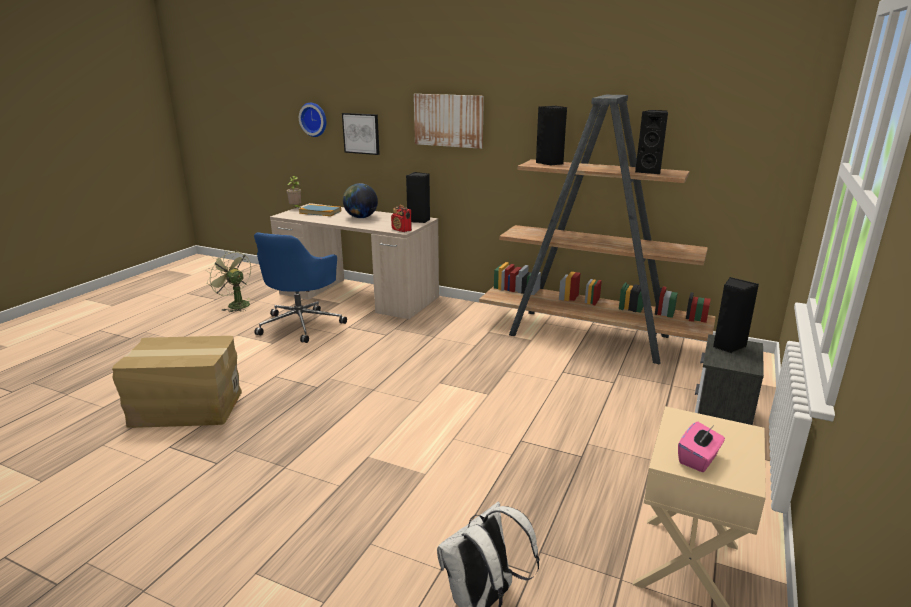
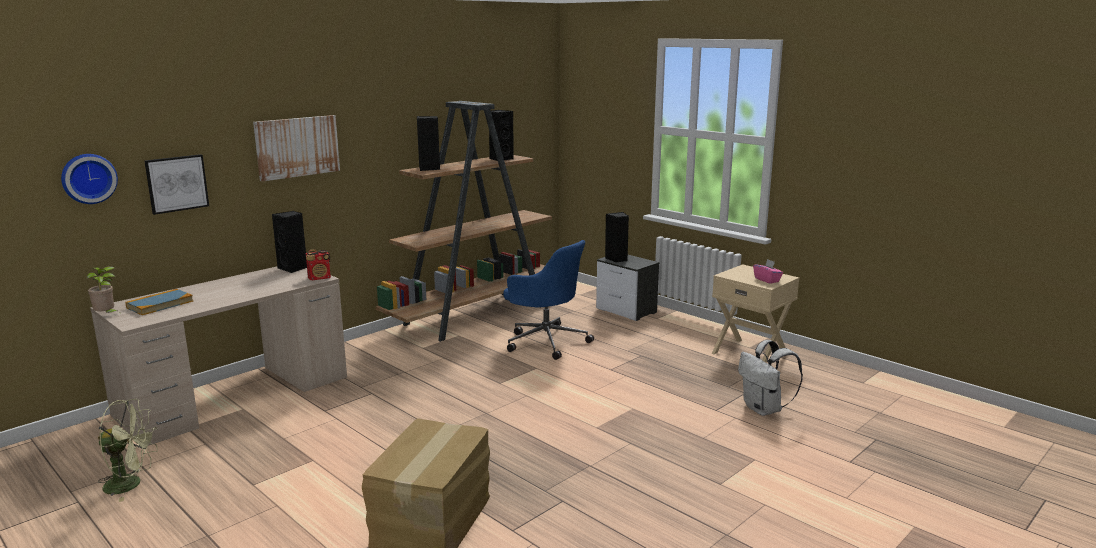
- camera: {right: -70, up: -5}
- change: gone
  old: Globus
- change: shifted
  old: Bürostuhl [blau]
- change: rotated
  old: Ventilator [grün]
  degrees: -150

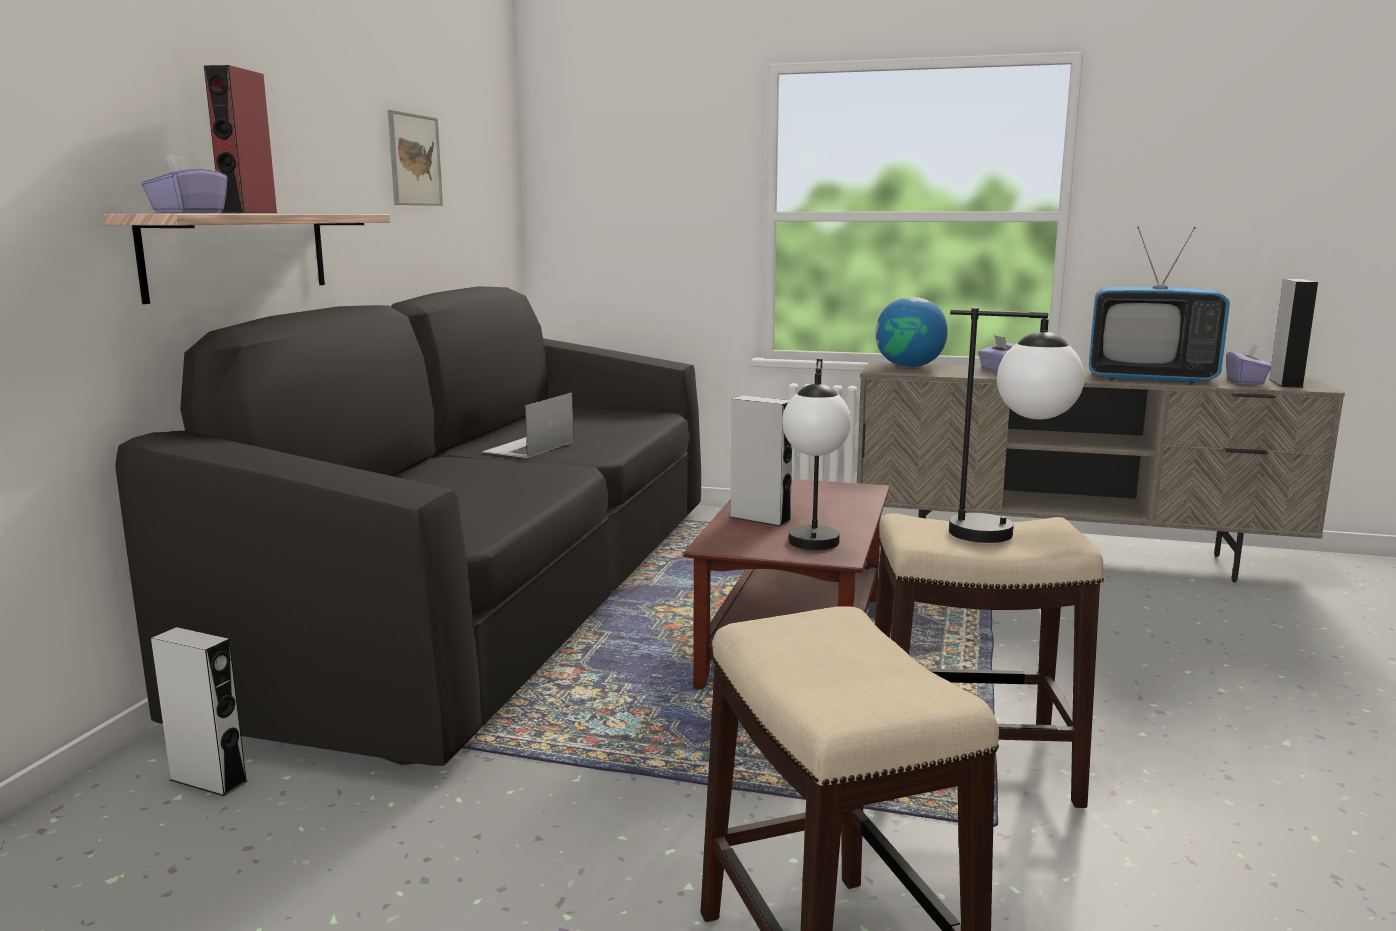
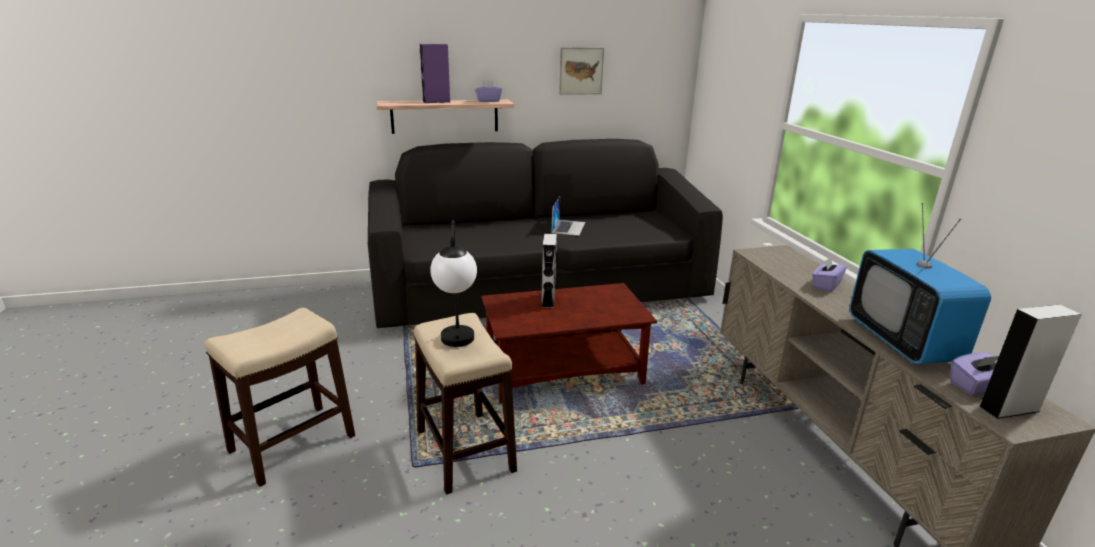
- camera: {right: 60, up: 10}
- change: gone
  old: Lautsprecher [grau] (no. 1 from left)
- change: gone
  old: Tischlampe (no. 1 from left)
- change: gone
  old: Globus
- change: shifted
  old: Taschentuchbox [lila] (no. 1 from left)
- change: repainted
  old: Lautsprecher [rot]
  new: Lautsprecher [lila]
- change: rotated
  old: Laptop
  degrees: 105

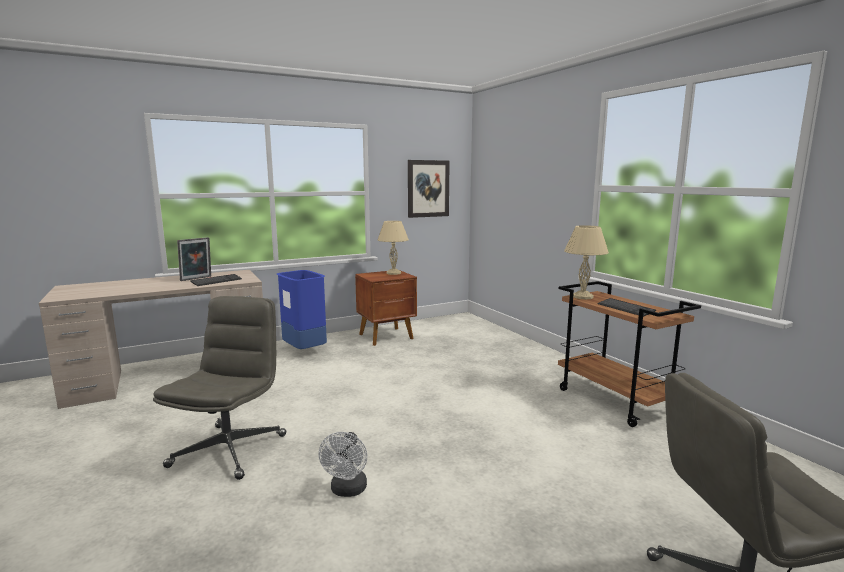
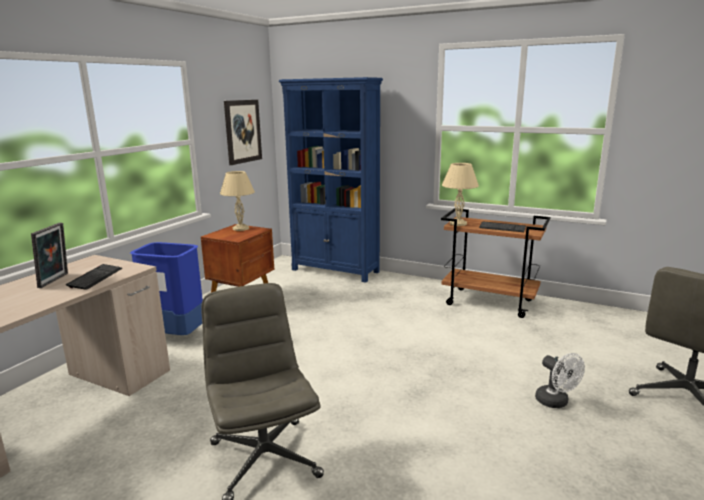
- camera: {right: -35, up: 5}
- change: new
  new: Bücherregal [blau]
- change: shifted
  old: Ventilator [weiß]

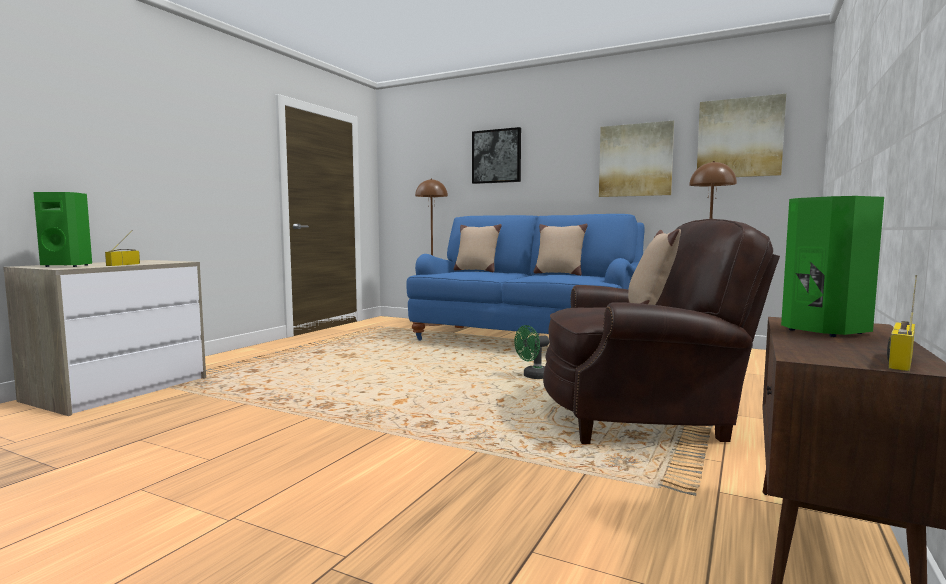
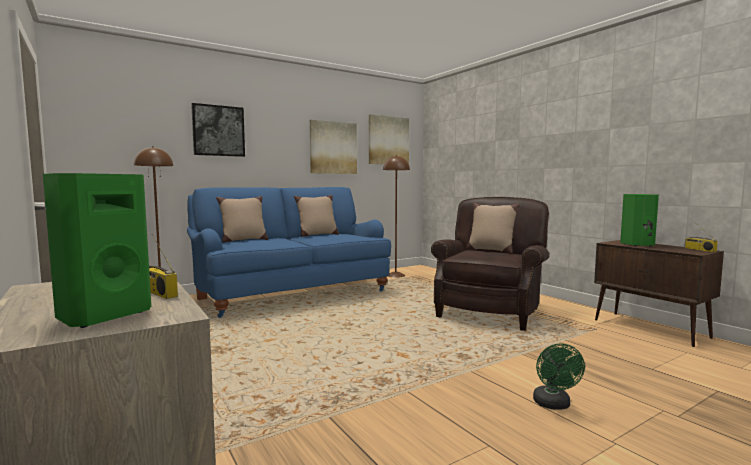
- camera: {right: -60, up: 0}
- change: shifted
  old: Ventilator [grün]

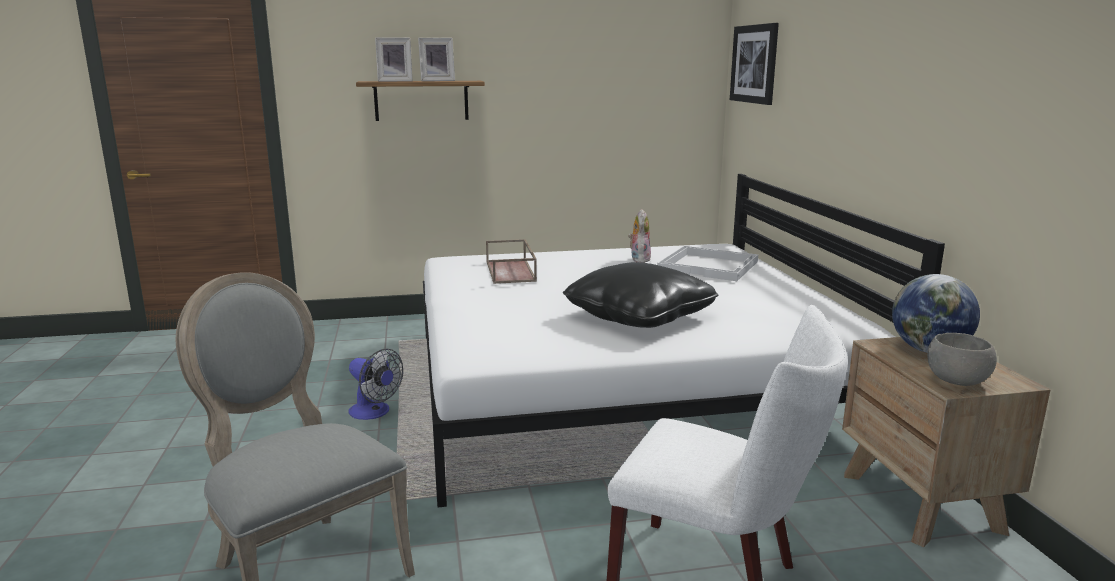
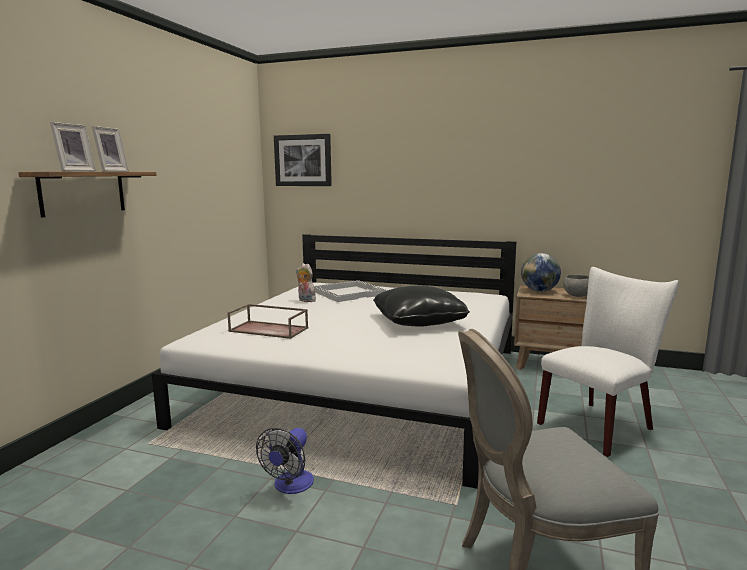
- camera: {right: -60, up: -5}
- change: rotated
  old: Ventilator
  degrees: 135

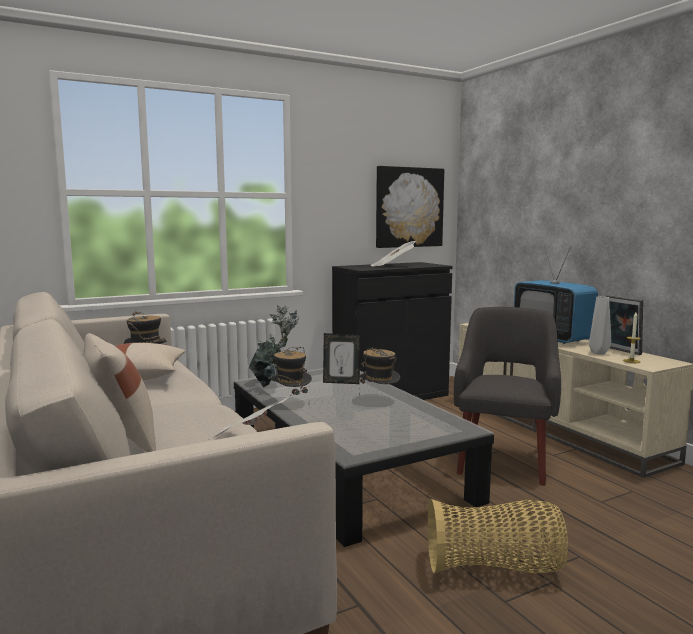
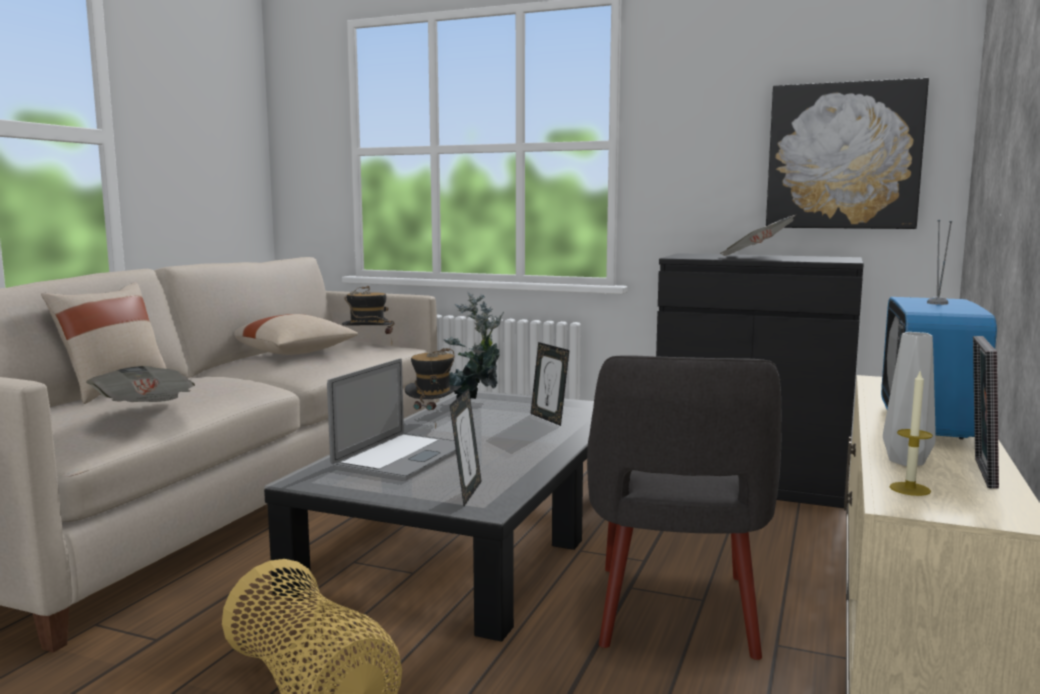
- camera: {right: 50, up: 0}
- change: gone
  old: Hut (no. 3 from left)
- change: new
  new: Laptop
- change: new
  new: Bilderrahmen (no. 1 from left)
- change: rotated
  old: Sessel [grau]
  degrees: 120

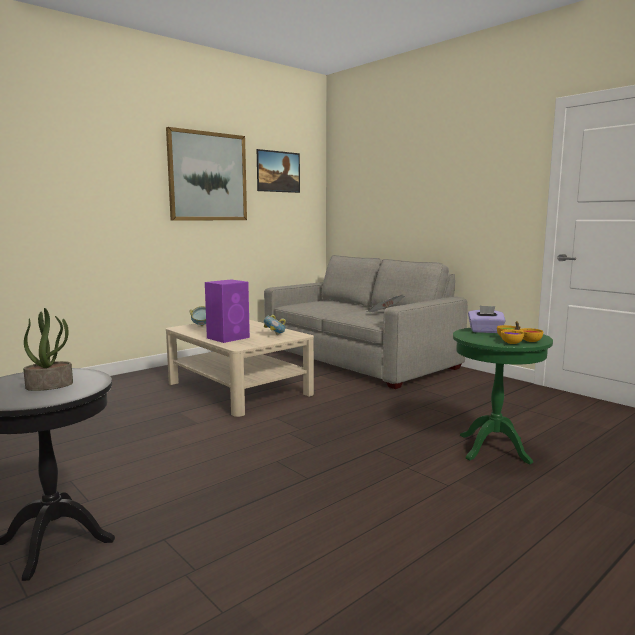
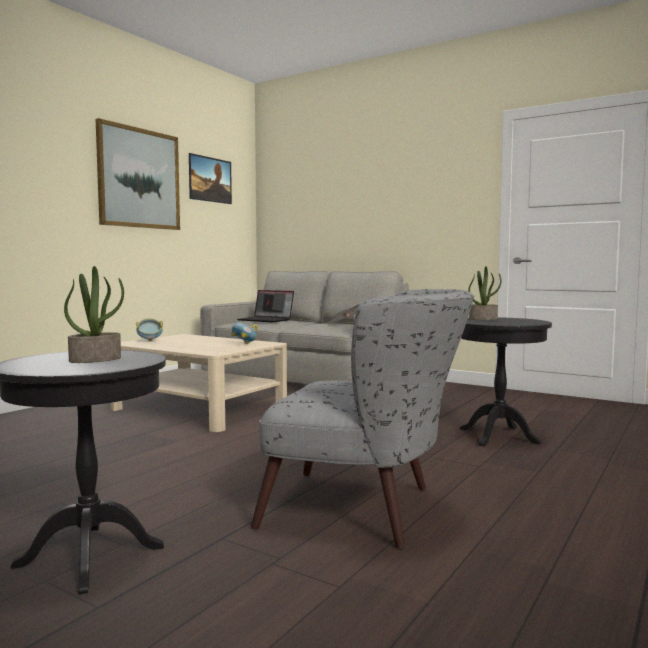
- camera: {right: -15, up: -5}
- change: gone
  old: Lautsprecher [lila]
- change: gone
  old: Schüssel (no. 3 from left)
- change: new
  new: Laptop
- change: new
  new: Sessel [grau]
- change: swapped
  old: Taschentuchbox [lila]
  new: Topfpflanze (no. 2 from left)
- change: repainted
  old: Beistelltisch [grün]
  new: Beistelltisch [schwarz] (no. 2 from left)

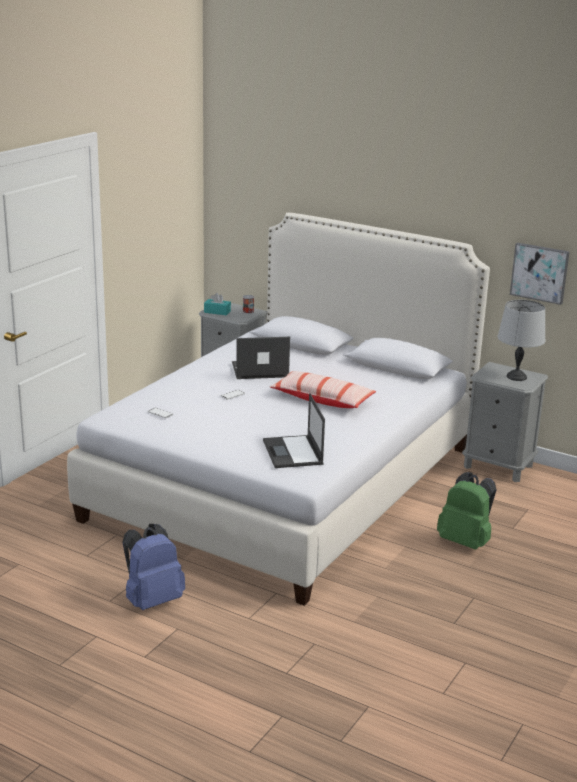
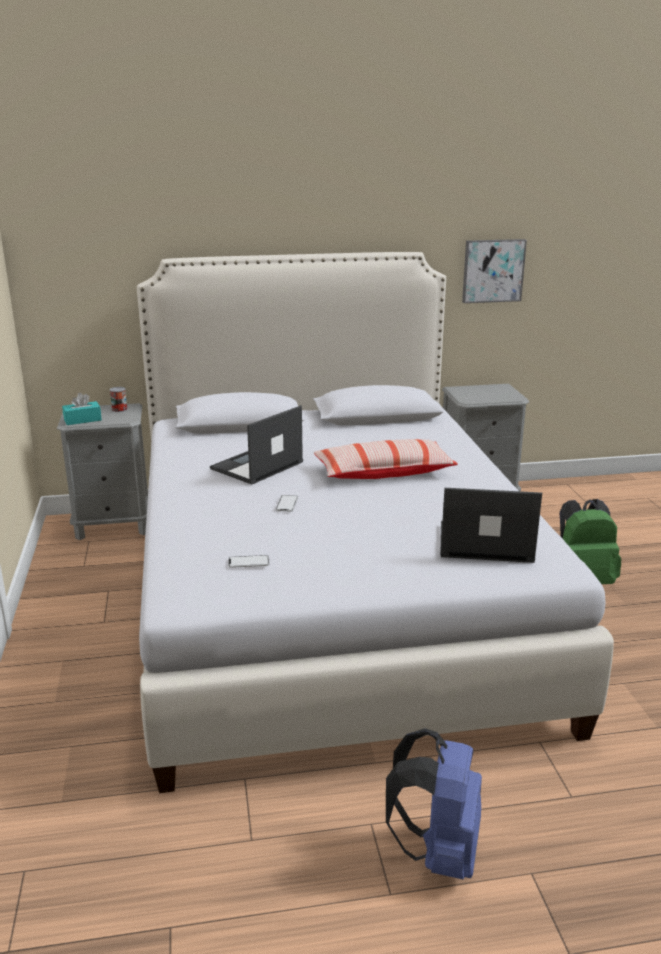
- camera: {right: -40, up: 0}
- change: gone
  old: Tischlampe [grau]
- change: rotated
  old: Laptop (no. 2 from left)
  degrees: 150

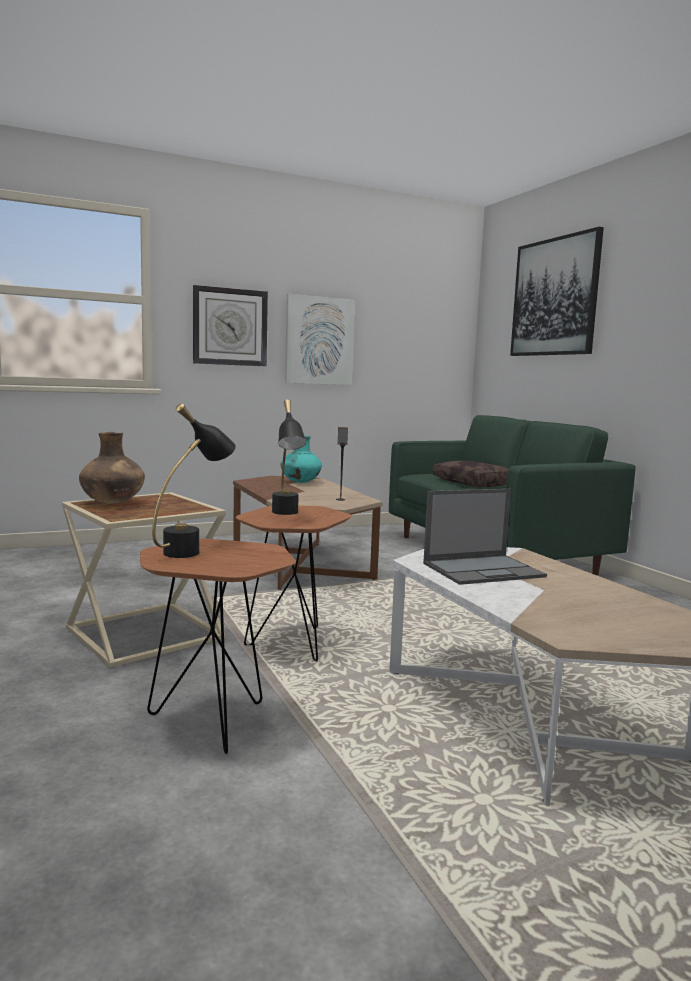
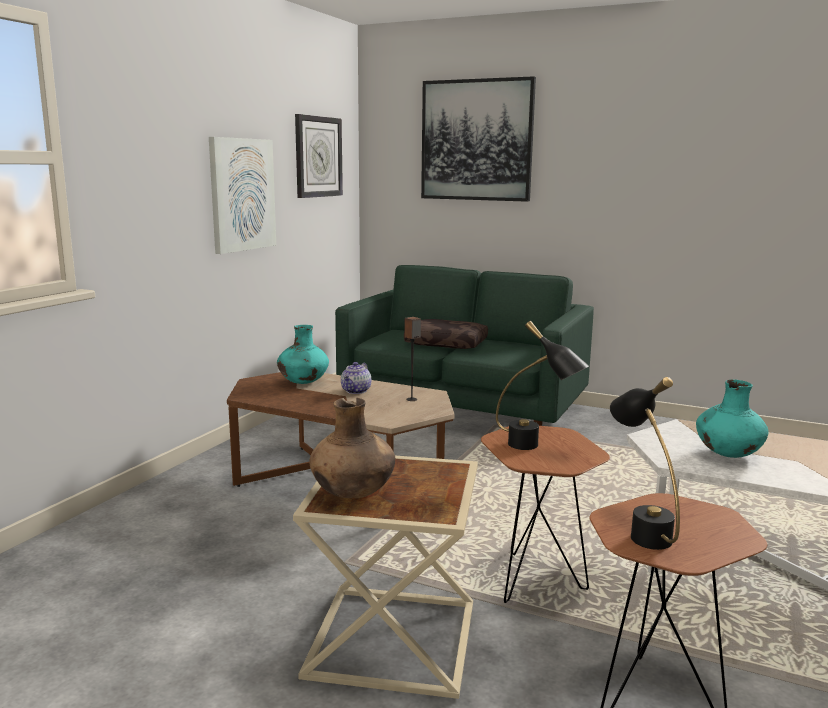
- camera: {right: -40, up: 5}
- change: new
  new: Teekanne
- change: shifted
  old: Wanduhr
- change: swapped
  old: Laptop
  new: Vase [türkis] (no. 2 from left)

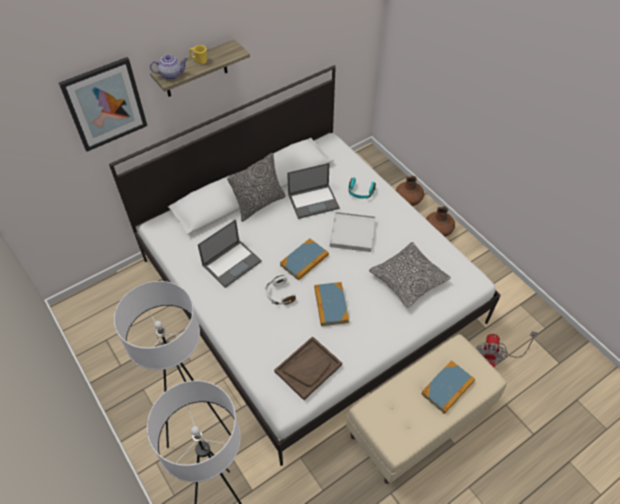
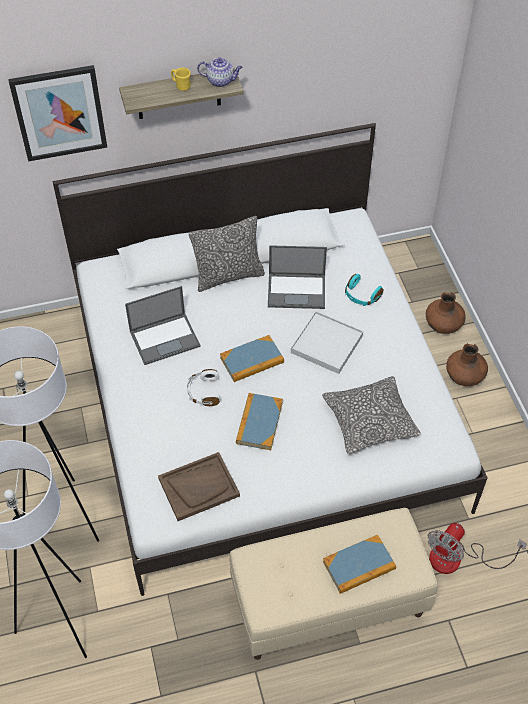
- camera: {right: 20, up: 0}
- change: shifted
  old: Teekanne

